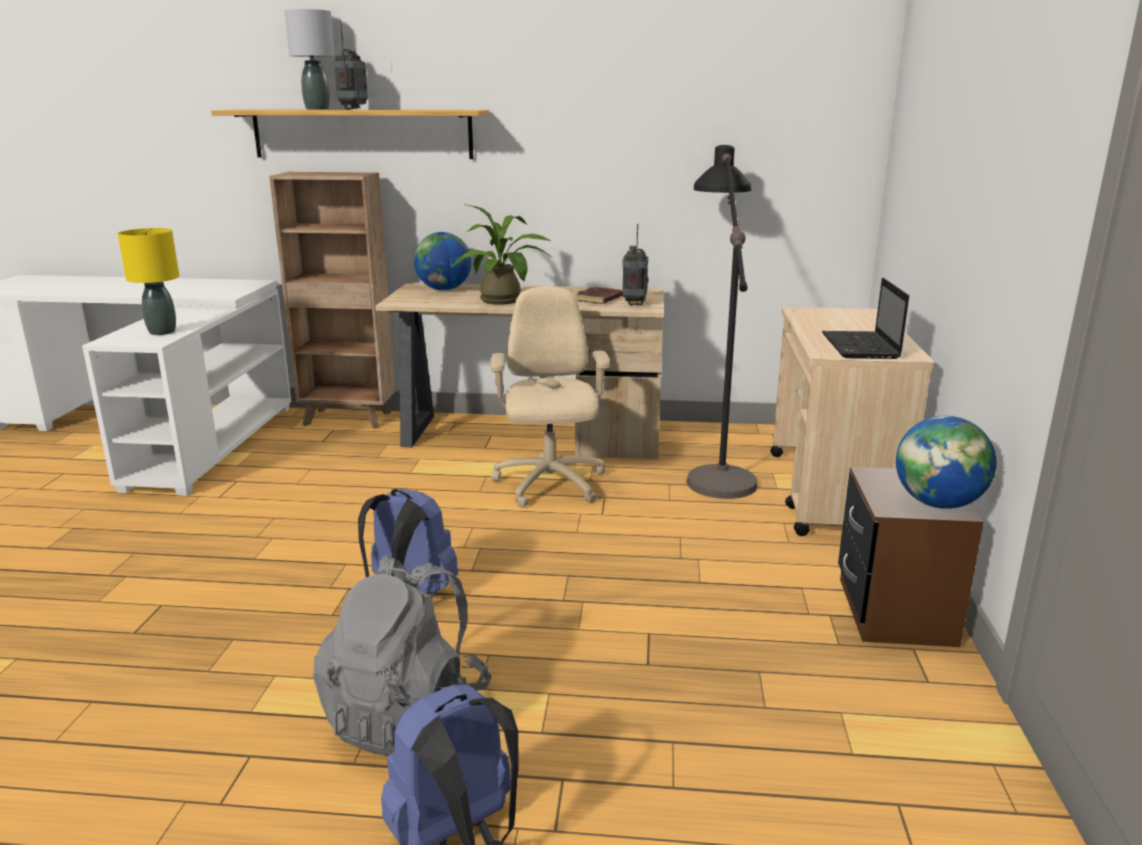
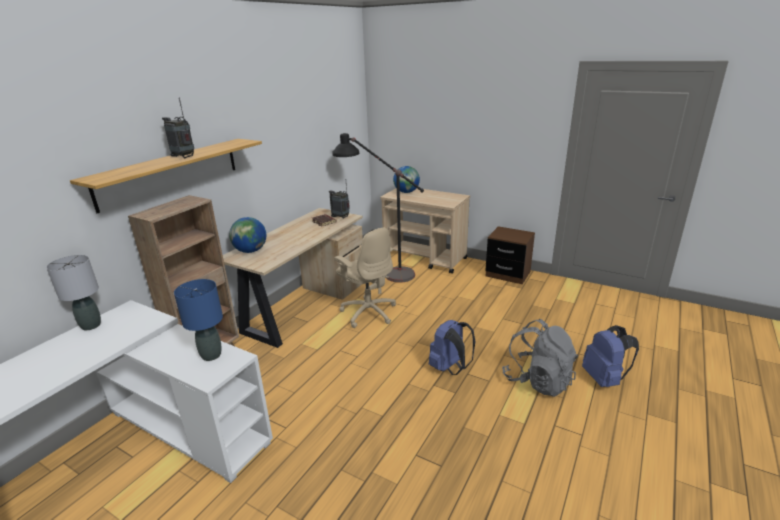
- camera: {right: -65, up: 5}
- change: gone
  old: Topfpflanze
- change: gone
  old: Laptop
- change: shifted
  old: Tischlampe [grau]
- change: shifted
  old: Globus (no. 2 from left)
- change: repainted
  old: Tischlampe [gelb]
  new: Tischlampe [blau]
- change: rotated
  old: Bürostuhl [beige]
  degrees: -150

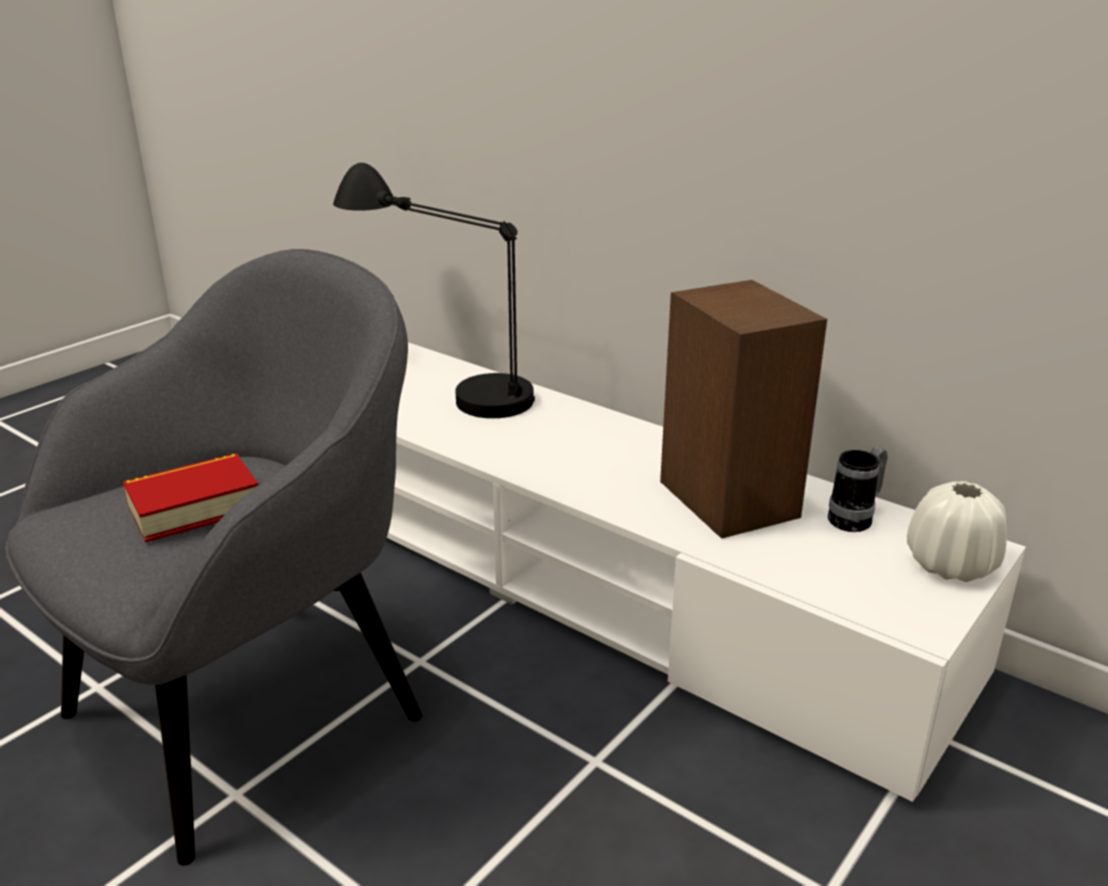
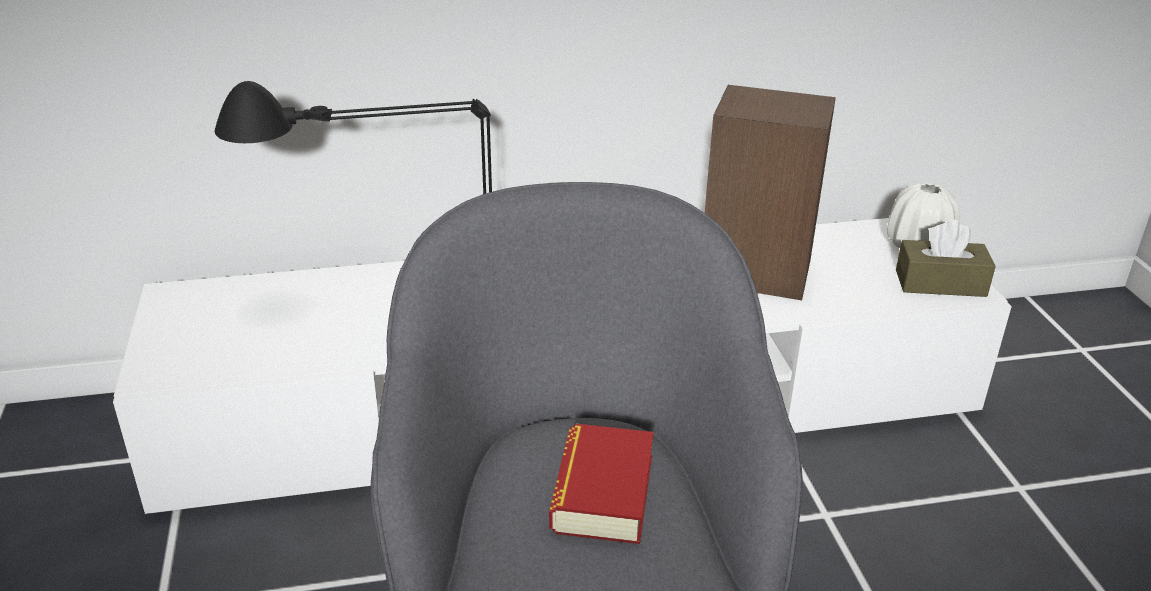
- camera: {right: -50, up: 5}
- change: gone
  old: Henkelbecher
- change: new
  new: Taschentuchbox [braun]

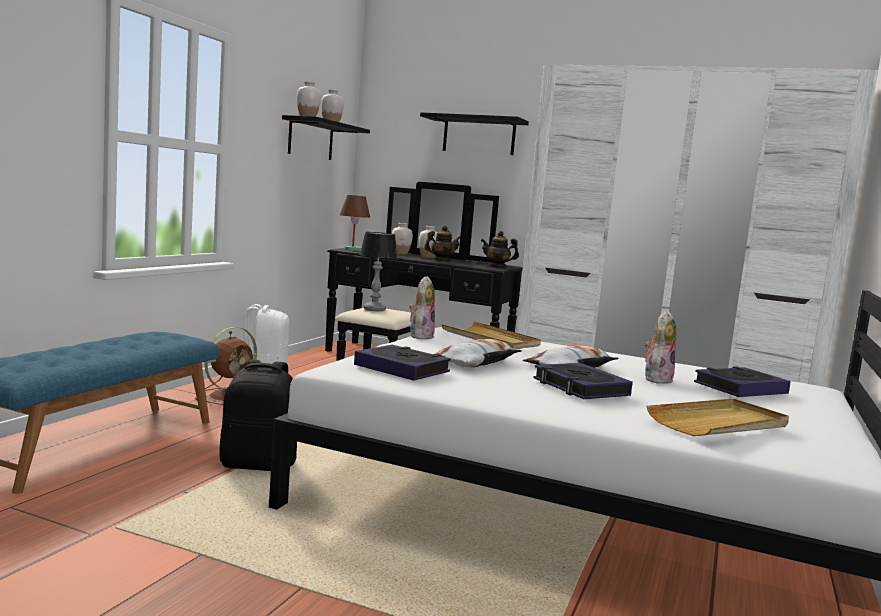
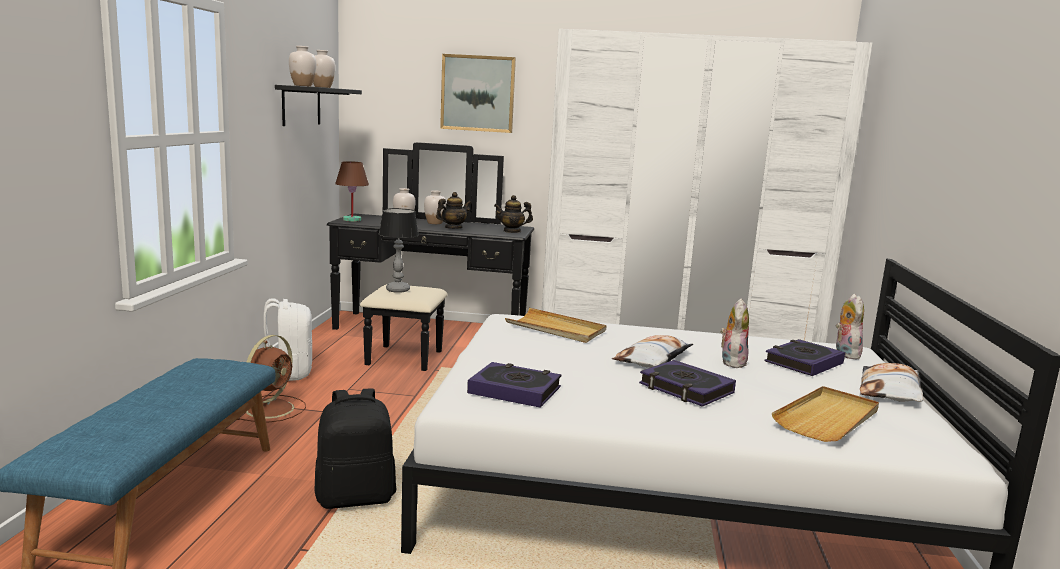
- camera: {right: -15, up: 5}
- change: shifted
  old: Plüschtier (no. 1 from left in the first image)
  new: Plüschtier (no. 2 from left)
- change: shifted
  old: Kissen (no. 1 from left in the first image)
  new: Kissen (no. 2 from left)
- change: swapped
  old: Wandregal [schwarz] (no. 2 from left)
  new: Bild

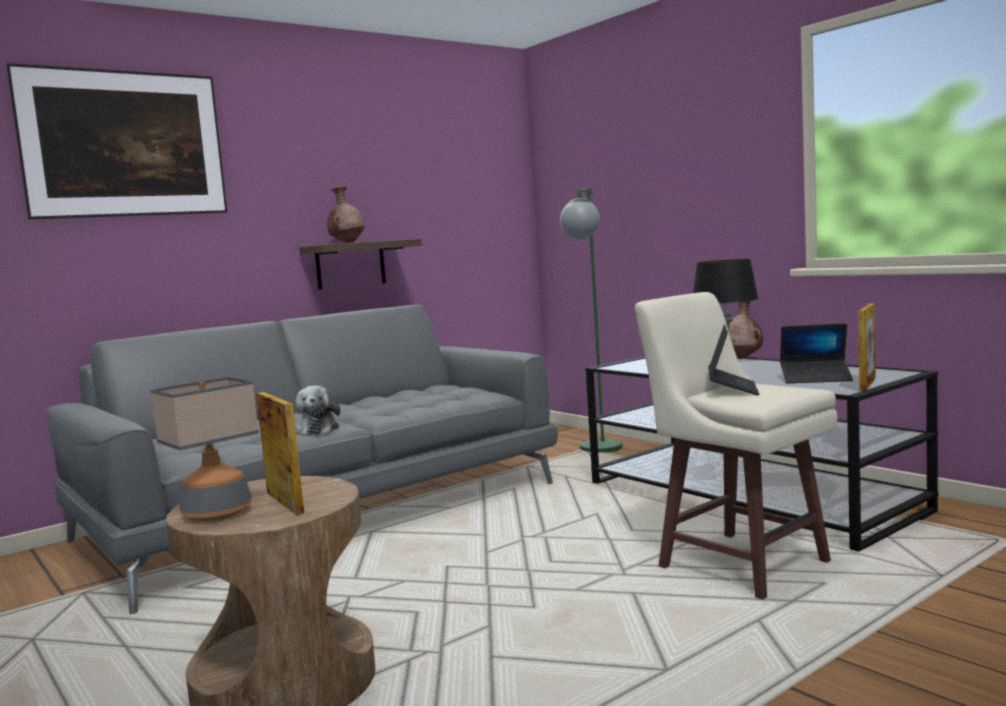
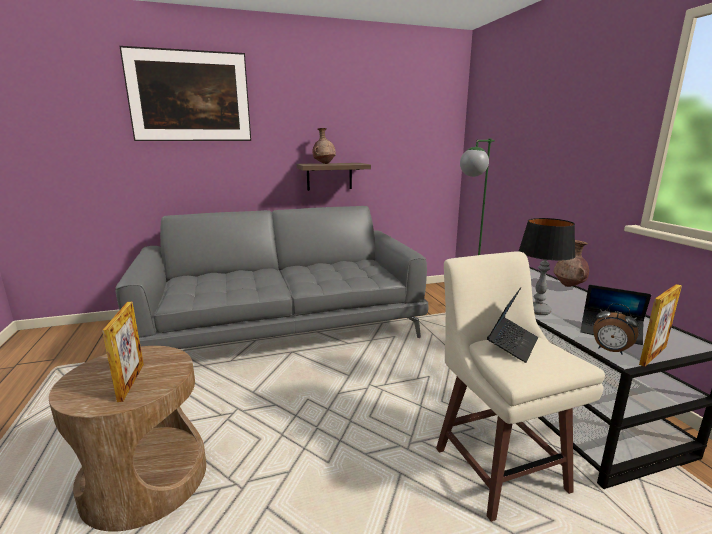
- camera: {right: 20, up: 10}
- change: gone
  old: Tischlampe (no. 1 from left)
- change: gone
  old: Plüschtier
- change: new
  new: Wecker

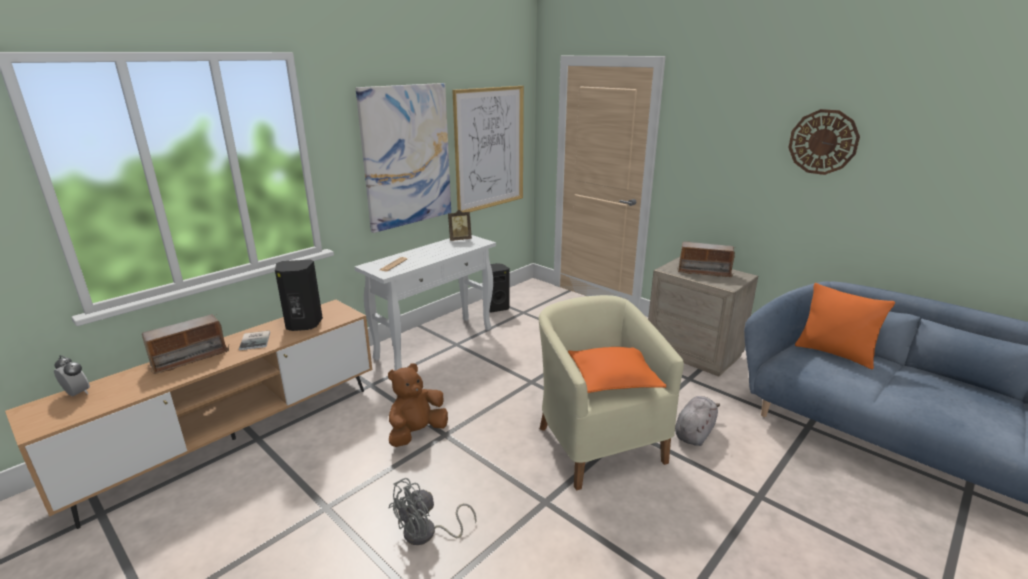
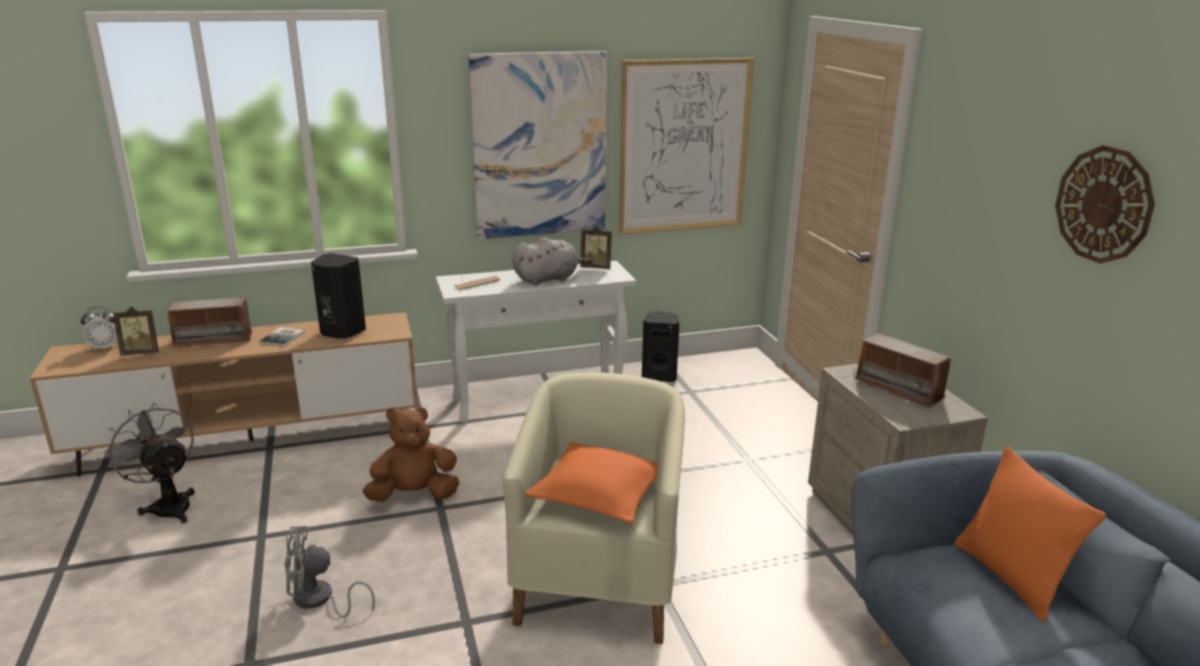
- camera: {right: 30, up: 0}
- change: new
  new: Ventilator [grau] (no. 1 from left)
- change: new
  new: Bilderrahmen (no. 1 from left)
- change: shifted
  old: Plüschtier [grau]
- change: rotated
  old: Wecker
  degrees: 105

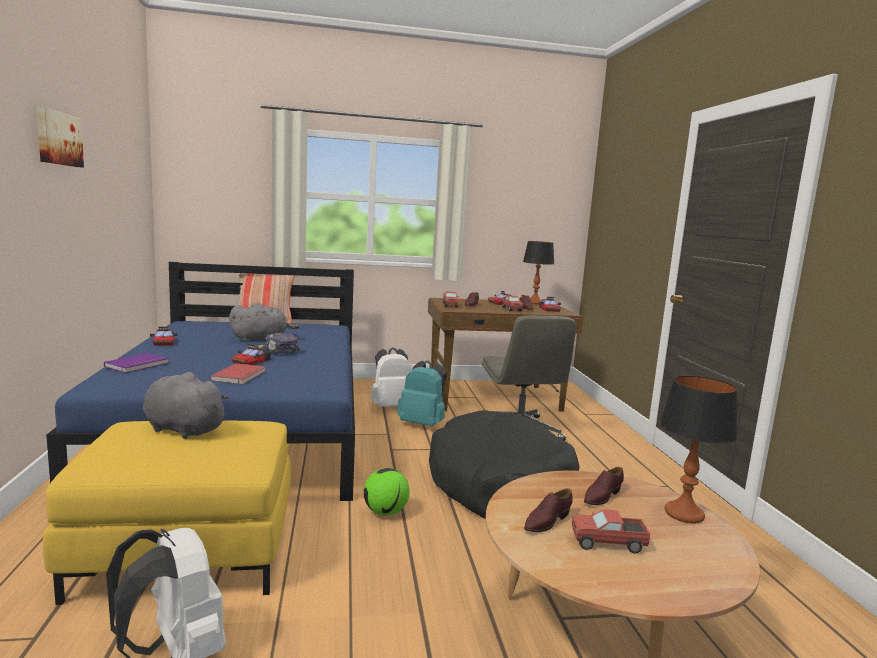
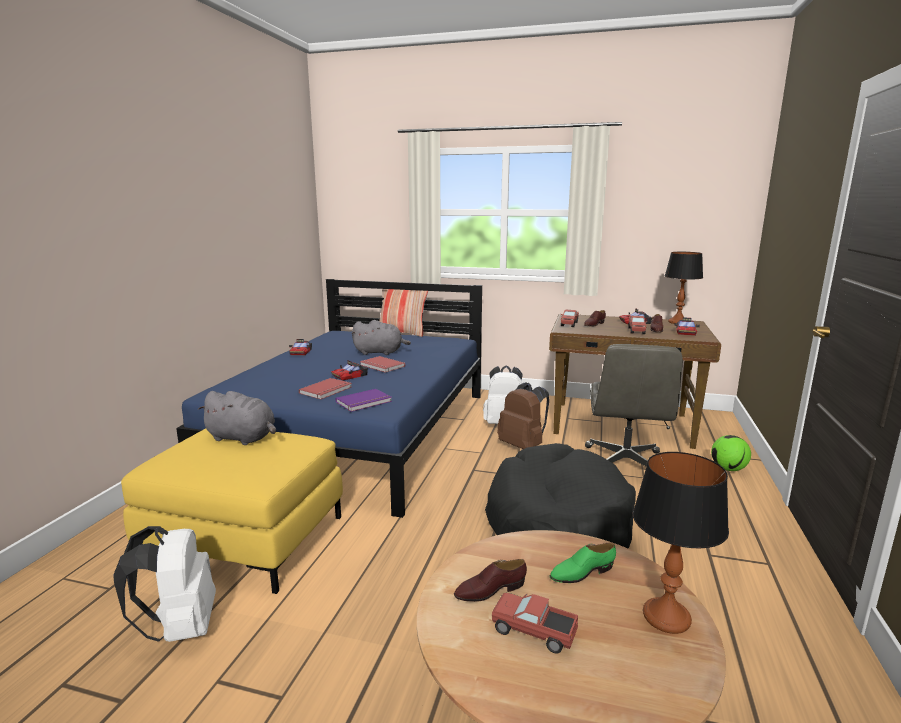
- camera: {right: 25, up: 5}
- change: gone
  old: Bild
- change: shifted
  old: Buch [lila]
- change: shifted
  old: Fußball
- change: swapped
  old: Kappe
  new: Buch [rot] (no. 2 from left)
- change: repainted
  old: Rucksack [türkis]
  new: Rucksack [braun]
- change: repainted
  old: Schuh [braun] (no. 4 from left)
  new: Schuh [grün]
- change: rotated
  old: Plüschtier [grau] (no. 1 from left)
  degrees: 150

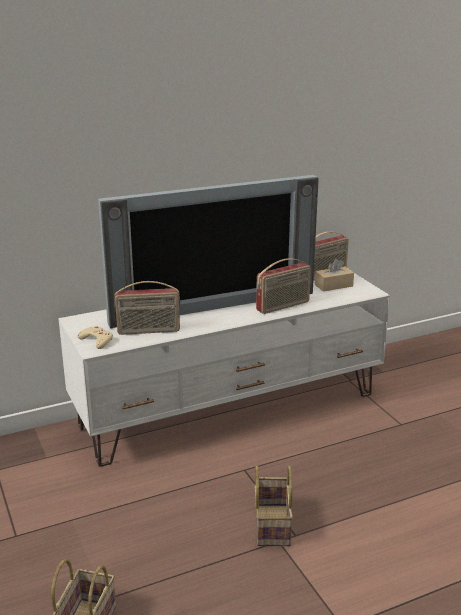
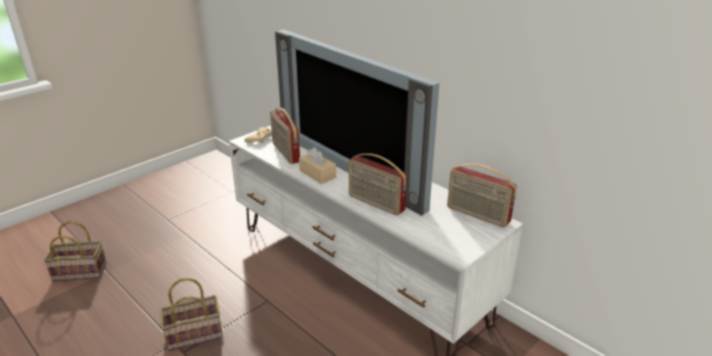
- camera: {right: 70, up: 5}
- change: shifted
  old: Taschentuchbox [beige]

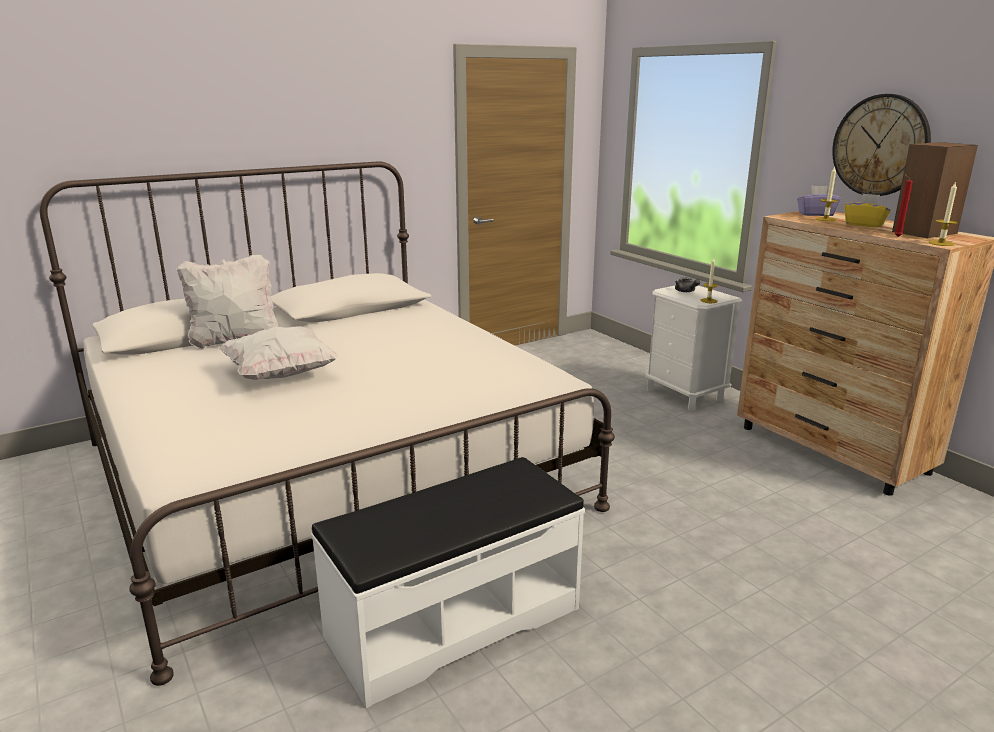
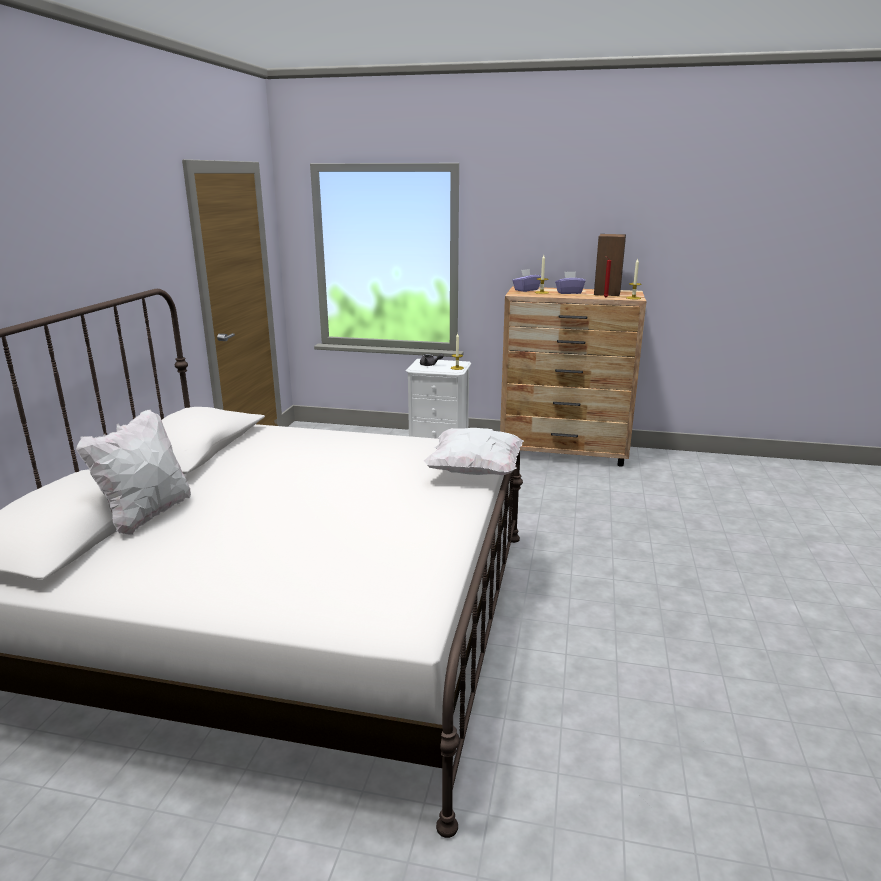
- camera: {right: -45, up: 0}
- change: gone
  old: Bank [weiß]
- change: gone
  old: Wanduhr
- change: shifted
  old: Kissen [weiß] (no. 2 from left)
- change: repainted
  old: Taschentuchbox [gelb]
  new: Taschentuchbox [lila] (no. 2 from left)

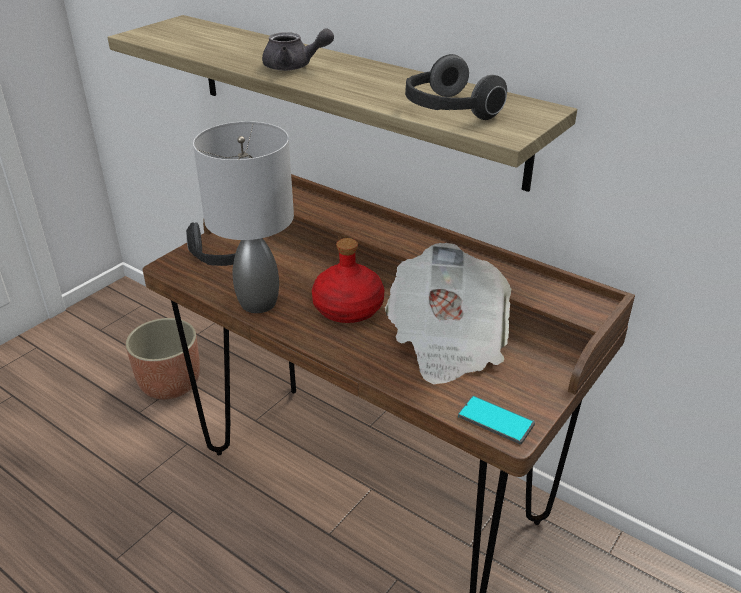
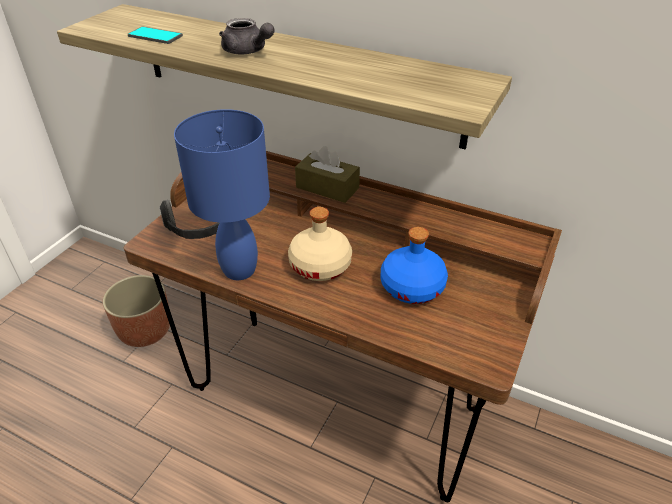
- camera: {right: -10, up: 5}
- change: gone
  old: Kopfhörer (no. 2 from left)
- change: new
  new: Taschentuchbox [braun]
- change: shifted
  old: Handy
- change: swapped
  old: Zeitung
  new: Flasche [blau]
- change: repainted
  old: Tischlampe [grau]
  new: Tischlampe [blau]
- change: repainted
  old: Flasche [rot]
  new: Flasche [beige]
- change: rotated
  old: Teekanne [grau]
  degrees: 45

